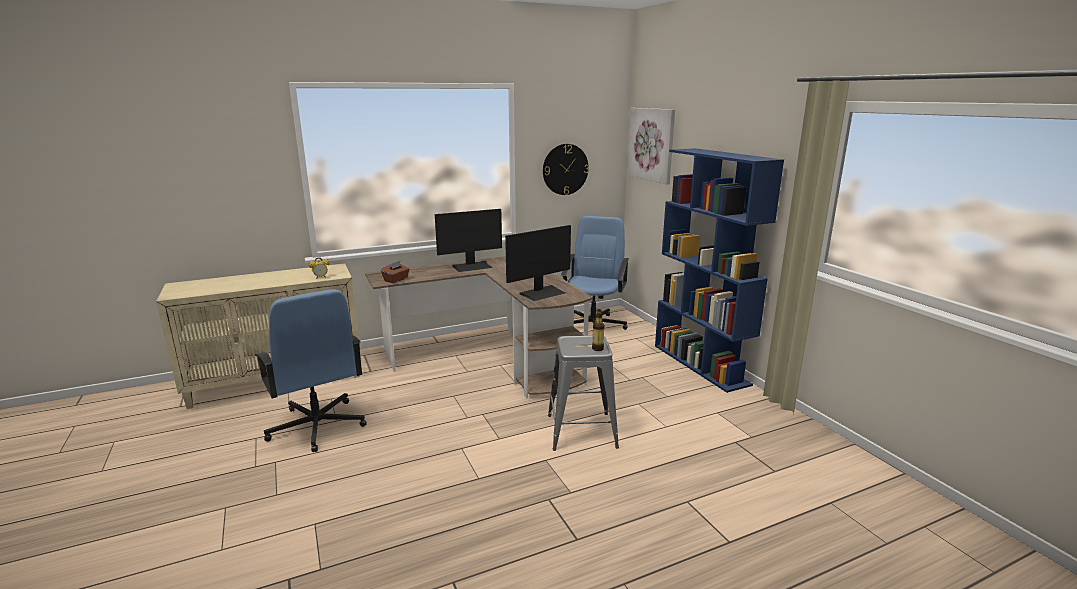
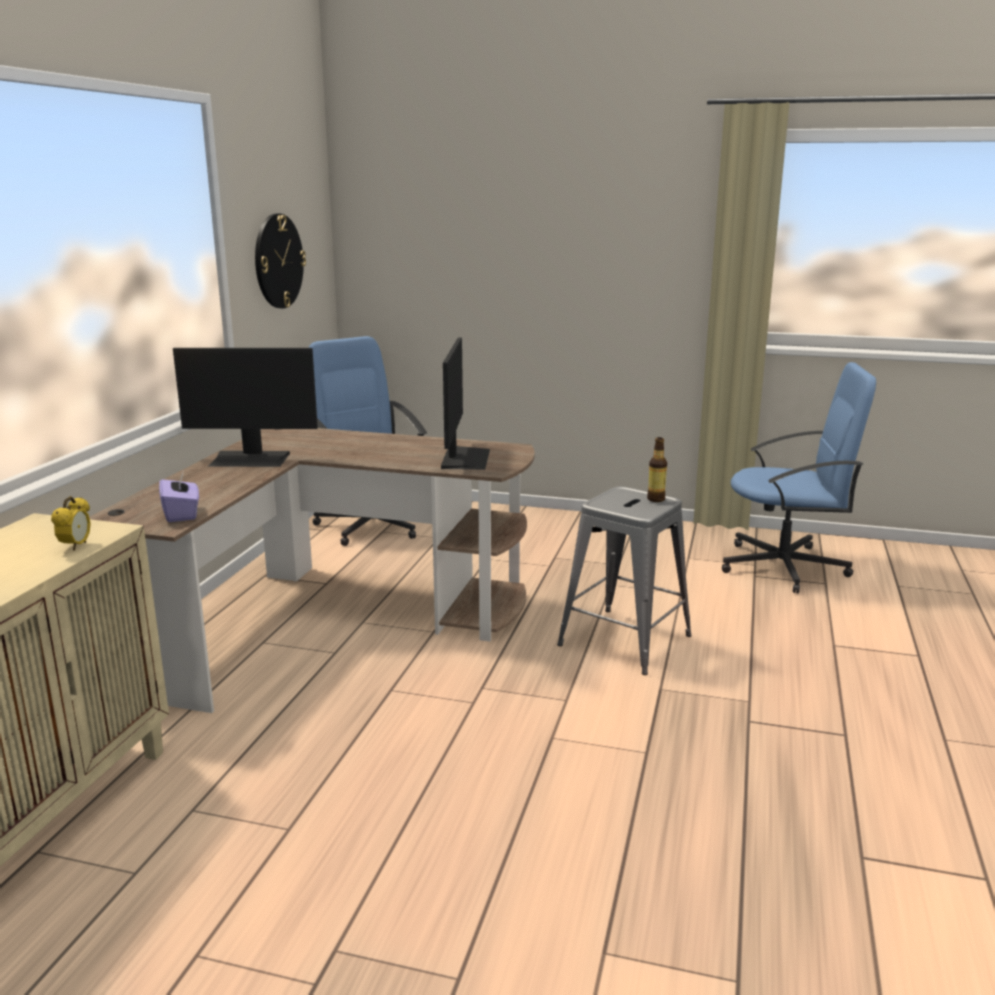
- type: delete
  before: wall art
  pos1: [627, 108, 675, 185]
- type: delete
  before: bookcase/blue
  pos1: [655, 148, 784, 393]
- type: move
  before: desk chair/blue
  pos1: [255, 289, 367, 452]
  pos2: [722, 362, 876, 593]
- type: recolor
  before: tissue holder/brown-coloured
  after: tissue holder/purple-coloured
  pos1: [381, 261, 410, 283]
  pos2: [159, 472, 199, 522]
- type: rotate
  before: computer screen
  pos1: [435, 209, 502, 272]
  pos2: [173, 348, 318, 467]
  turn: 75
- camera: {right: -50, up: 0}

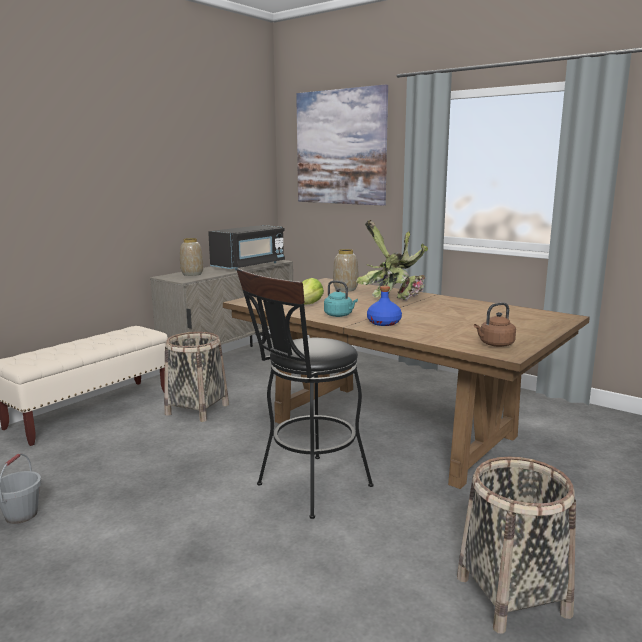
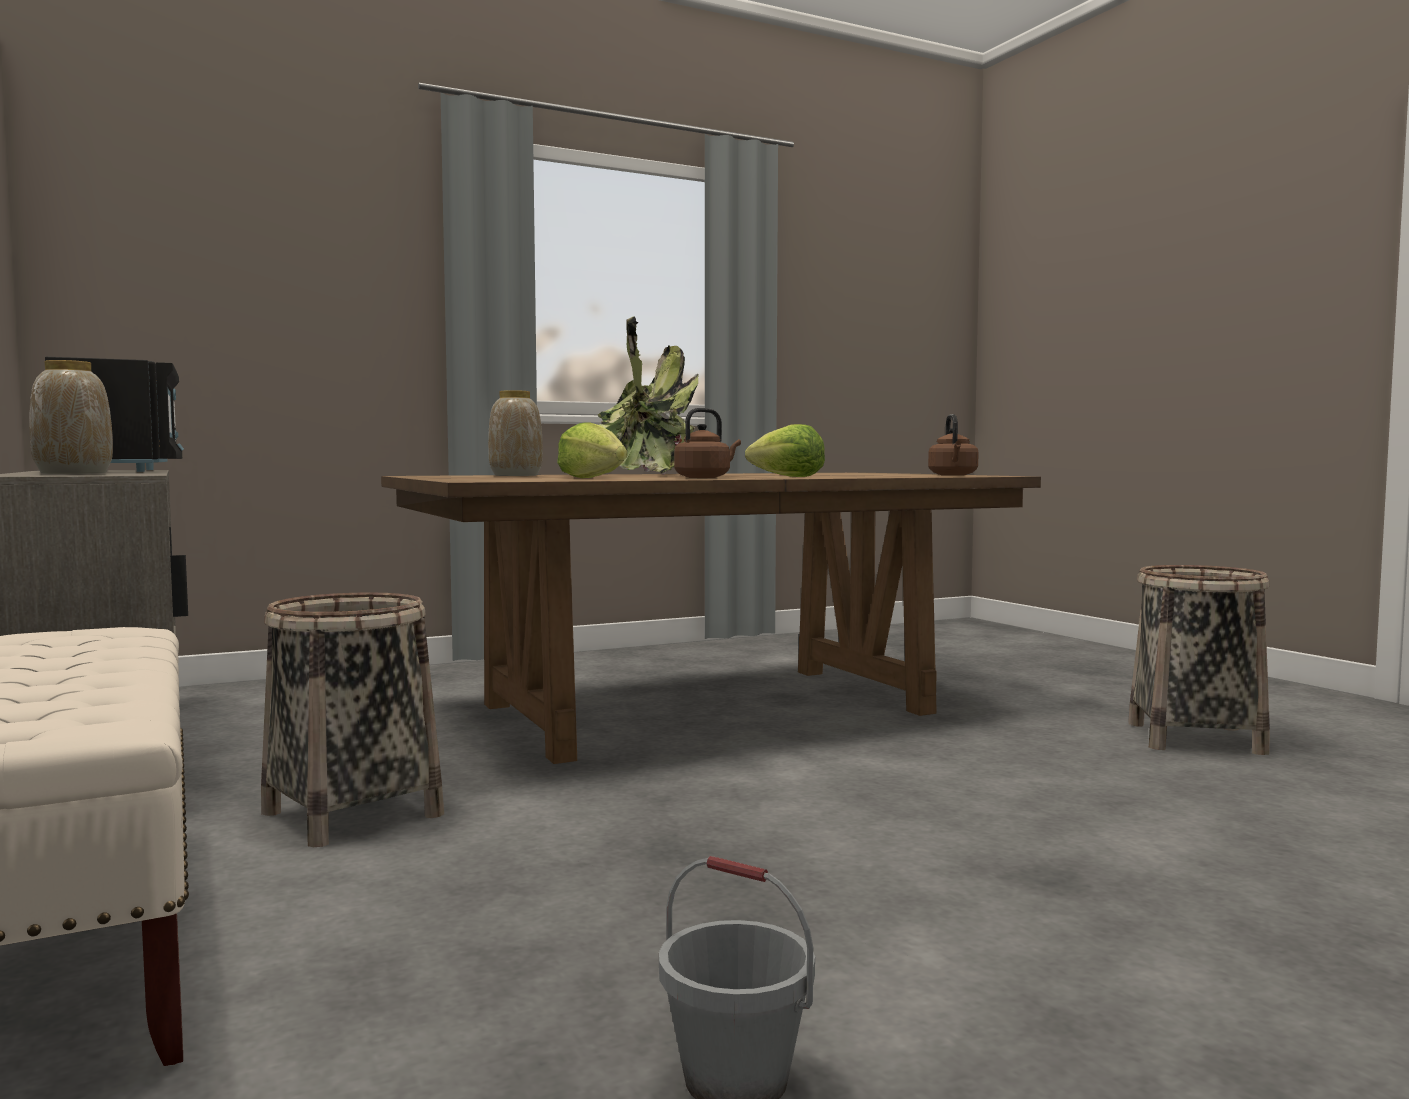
- type: delete
  before: stool/black
  pos1: [236, 269, 374, 519]
- type: delete
  before: wall art
  pos1: [296, 84, 388, 206]
- type: replace
  before: beverage bottle/blue
  after: lettuce head
  pos1: [367, 286, 402, 326]
  pos2: [745, 424, 825, 477]
- type: recolor
  before: tea kettle/turquoise-coloured
  after: tea kettle/brown-coloured
  pos1: [324, 280, 358, 317]
  pos2: [674, 408, 741, 478]
- camera: {right: -65, up: -10}

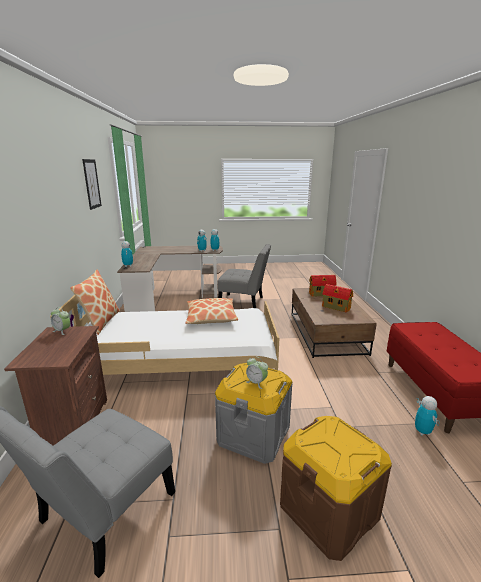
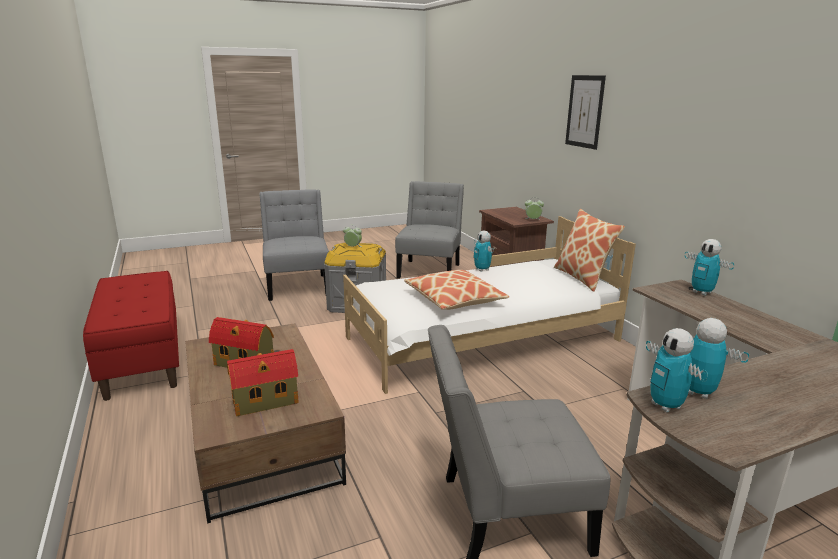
- type: move
  before: wall art
  pos1: [82, 159, 102, 210]
  pos2: [565, 75, 606, 150]
- type: move
  before: robot figure
  pos1: [415, 396, 440, 435]
  pos2: [473, 231, 494, 272]
- type: replace
  before: storage container/brown-coloured
  after: chair/greyish
  pos1: [280, 416, 392, 561]
  pos2: [259, 189, 329, 301]
- camera: {right: 160, up: 0}

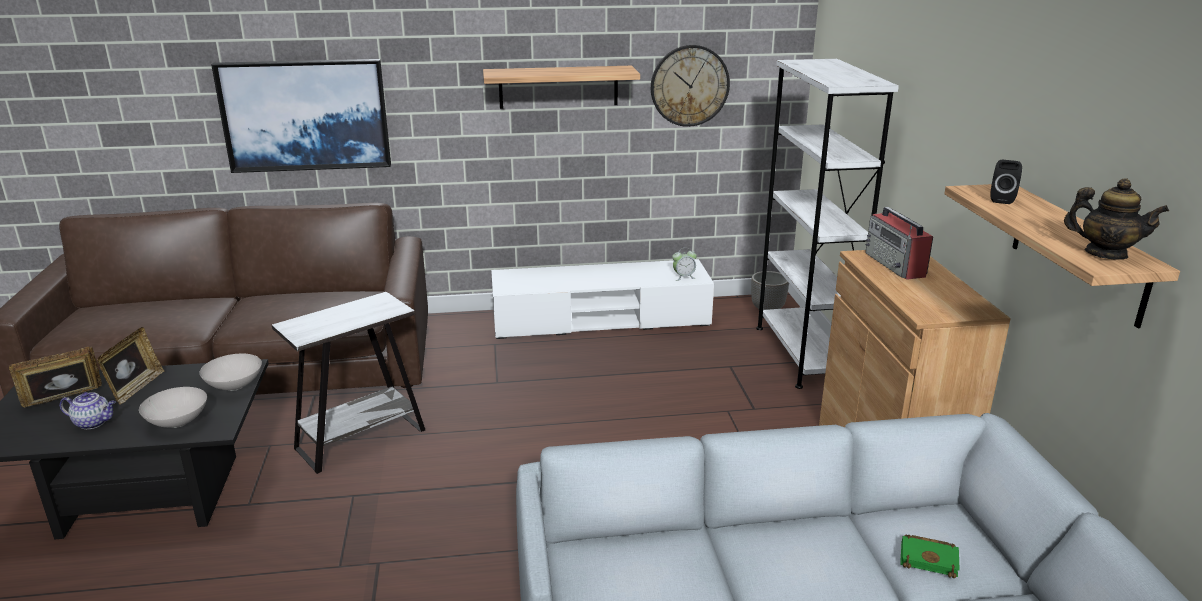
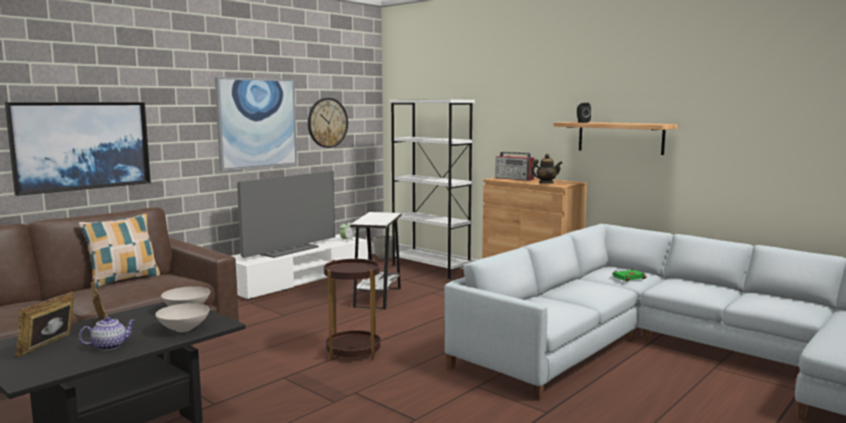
- type: insert
  after: cushion
  pos2: [79, 214, 160, 288]
- type: insert
  after: TV set
  pos2: [237, 171, 335, 258]
- type: insert
  after: accent table/brown-coloured
  pos2: [324, 259, 381, 361]
- type: move
  before: accent table/white-coloured
  pos1: [272, 292, 426, 474]
  pos2: [350, 212, 402, 309]
- type: move
  before: teapot
  pos1: [1064, 178, 1169, 260]
  pos2: [530, 154, 562, 184]
- type: replace
  before: wall shelf
  after: wall art
  pos1: [483, 66, 640, 109]
  pos2: [215, 77, 297, 171]
- camera: {right: -40, up: -15}

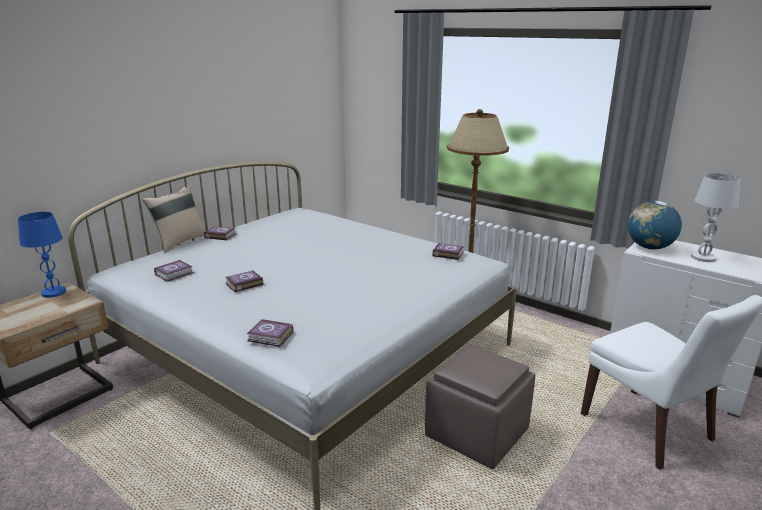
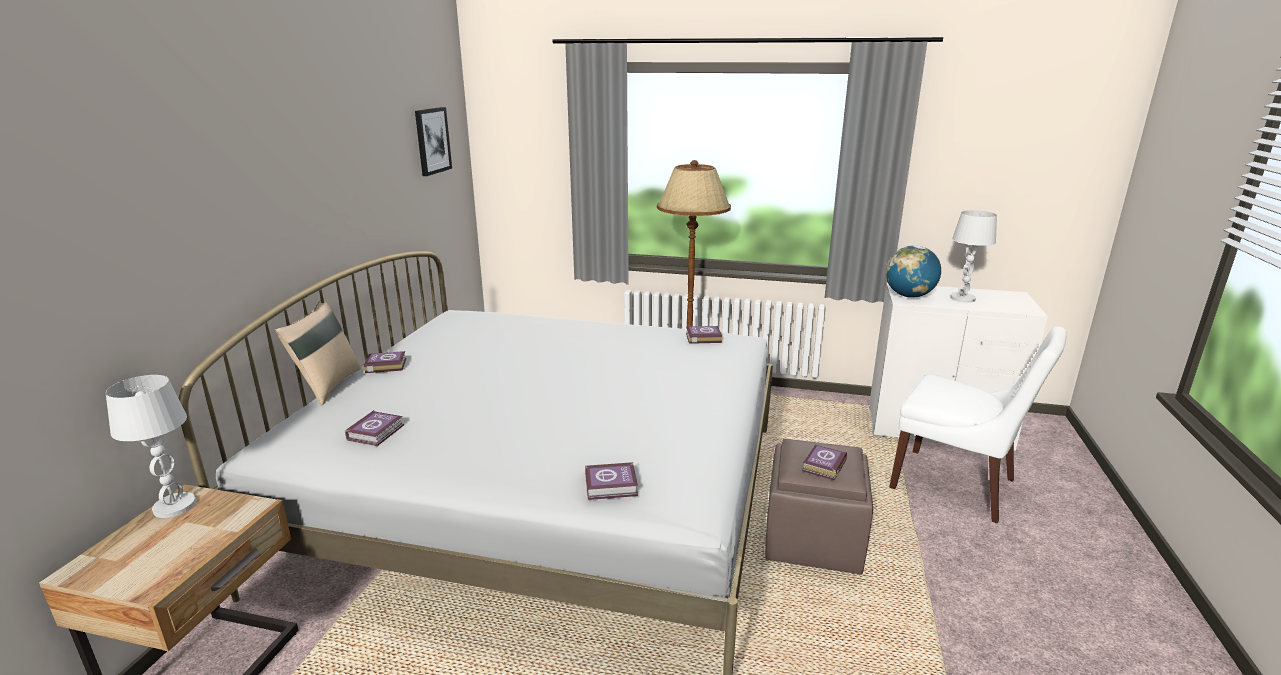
- type: insert
  after: wall art
  pos2: [415, 107, 452, 176]
- type: move
  before: book
  pos1: [225, 271, 263, 292]
  pos2: [802, 445, 847, 481]
- type: recolor
  before: lamp for a table/blue
  after: lamp for a table/white-coloured
  pos1: [18, 212, 66, 298]
  pos2: [106, 375, 196, 518]
- camera: {right: -25, up: 0}

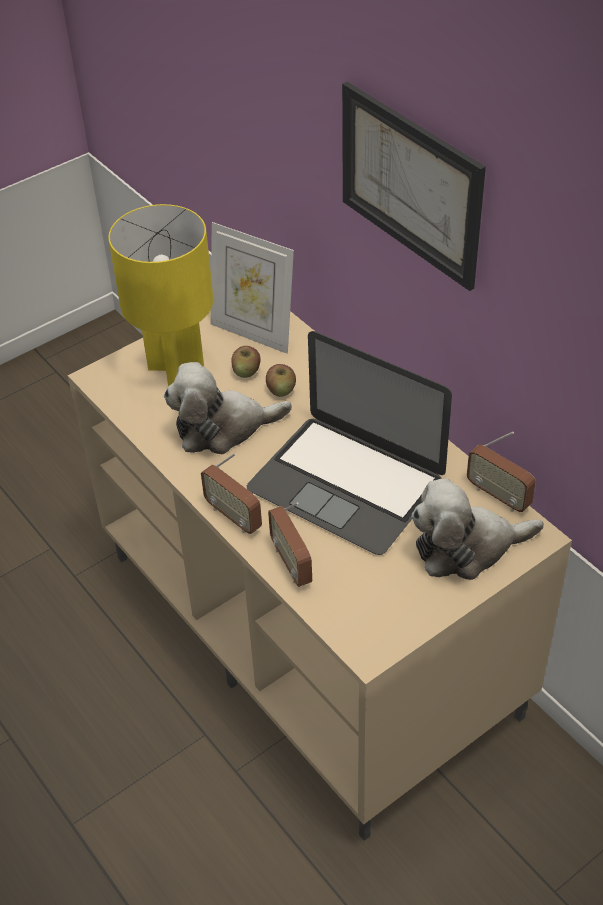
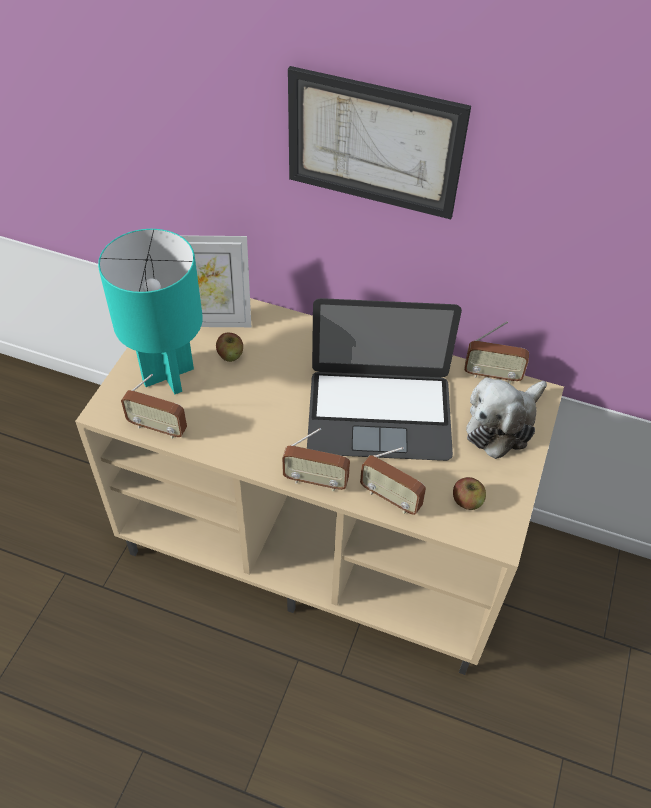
- type: delete
  before: plush toy
  pos1: [164, 362, 292, 454]
- type: insert
  after: radio
  pos2: [121, 374, 187, 439]
- type: move
  before: apple fruit
  pos1: [266, 364, 296, 397]
  pos2: [453, 477, 486, 510]
- type: recolor
  before: lamp for a table/yellowish
  after: lamp for a table/turquoise-coloured
  pos1: [108, 204, 213, 386]
  pos2: [98, 229, 203, 394]
- camera: {right: -35, up: 5}

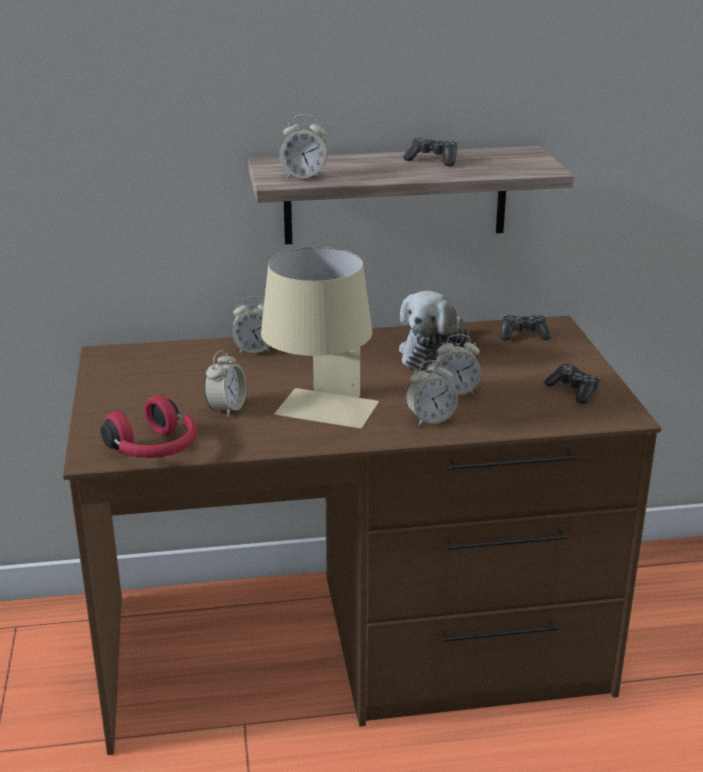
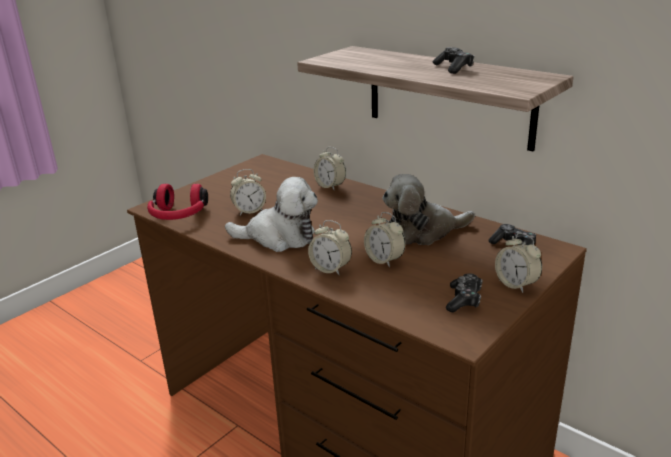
- type: move
  before: table clock
  pos1: [279, 114, 328, 179]
  pos2: [495, 233, 542, 293]
- type: replace
  before: lamp for a table/beige-coloured
  after: plush toy
  pos1: [261, 247, 379, 428]
  pos2: [225, 177, 318, 252]
- camera: {right: 50, up: 0}

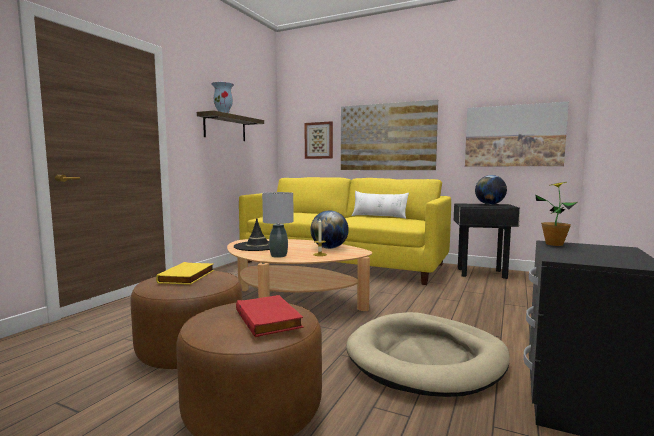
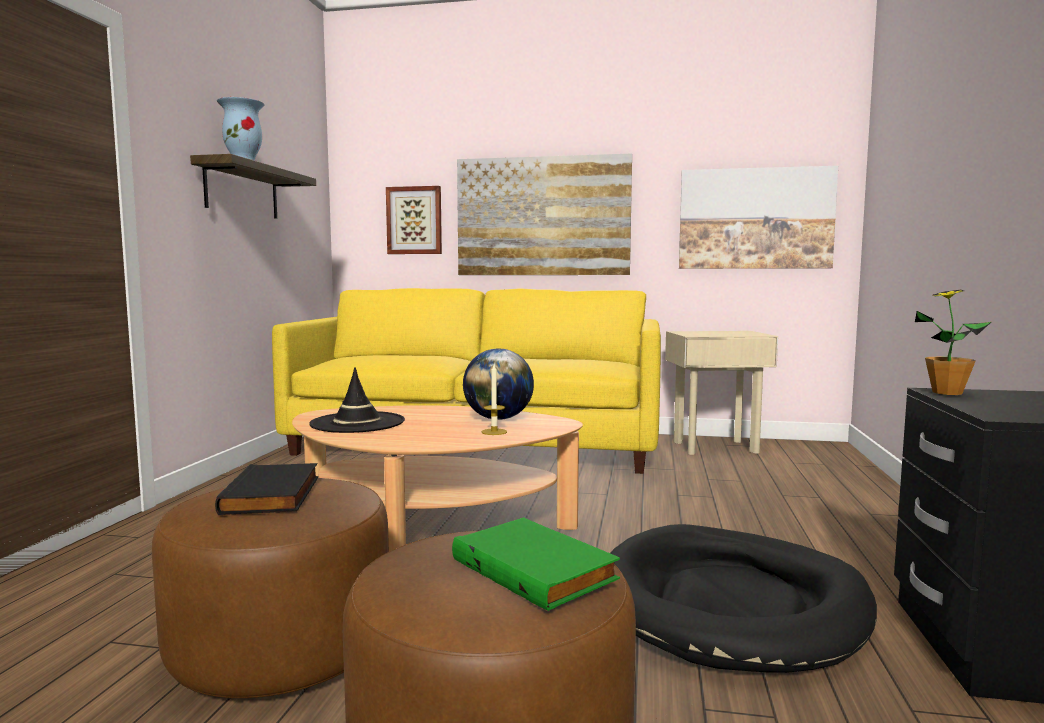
- type: delete
  before: lamp for a table/greyish
  pos1: [262, 192, 294, 258]
- type: delete
  before: cushion/white-coloured
  pos1: [352, 191, 409, 219]
- type: delete
  before: world globe
  pos1: [475, 175, 507, 205]
- type: recolor
  before: book/yellowish
  after: book/black
  pos1: [156, 262, 214, 285]
  pos2: [215, 463, 318, 515]
- type: recolor
  before: book/red
  after: book/green-coloured
  pos1: [236, 295, 303, 337]
  pos2: [452, 517, 620, 611]
- type: recolor
  before: dog bed/beige-coloured
  after: dog bed/black
  pos1: [346, 312, 510, 397]
  pos2: [610, 524, 877, 673]
- type: recolor
  before: accent table/black
  after: accent table/beige-coloured
  pos1: [454, 203, 520, 279]
  pos2: [665, 331, 778, 455]
- camera: {right: -15, up: 0}

